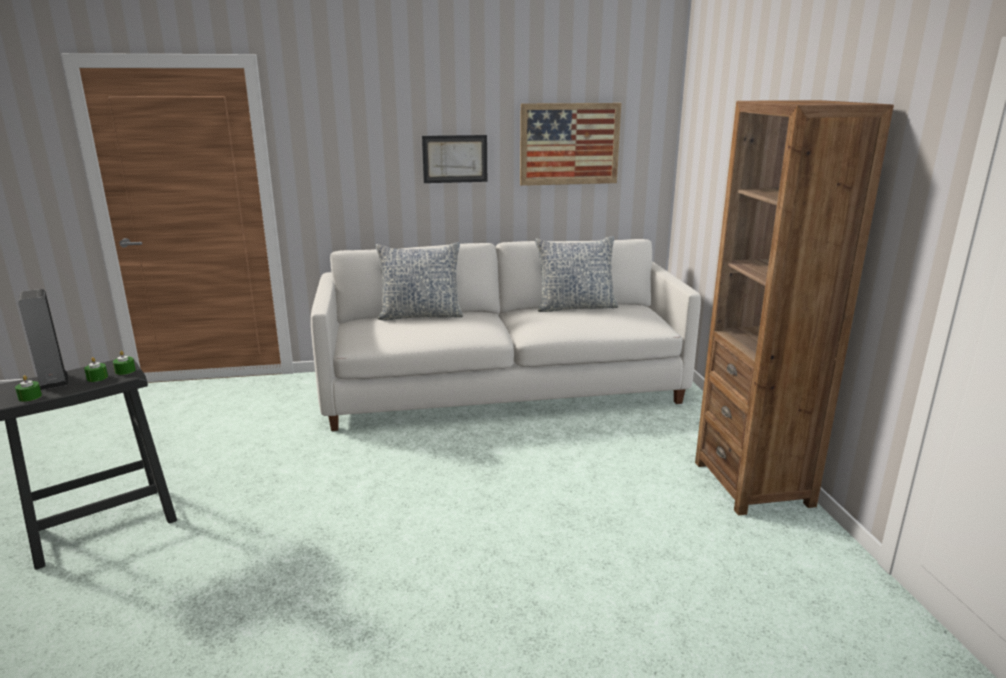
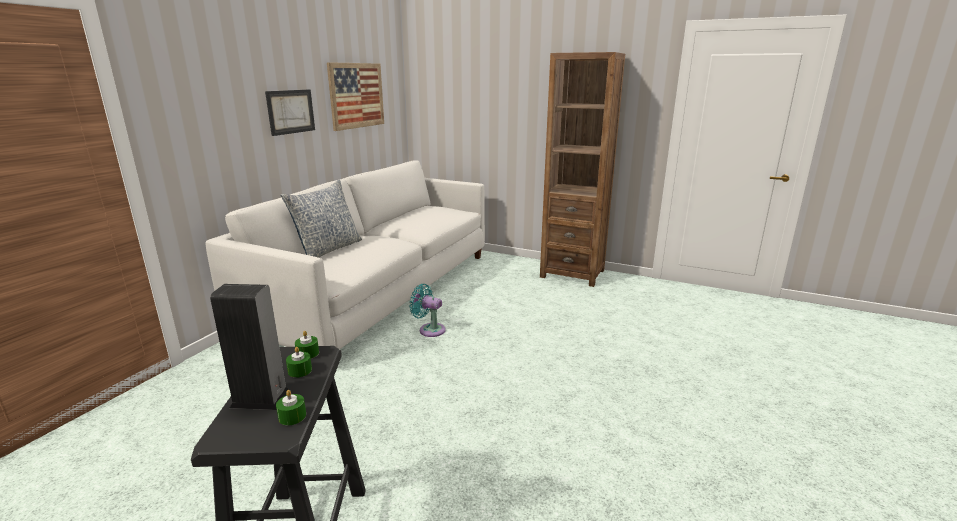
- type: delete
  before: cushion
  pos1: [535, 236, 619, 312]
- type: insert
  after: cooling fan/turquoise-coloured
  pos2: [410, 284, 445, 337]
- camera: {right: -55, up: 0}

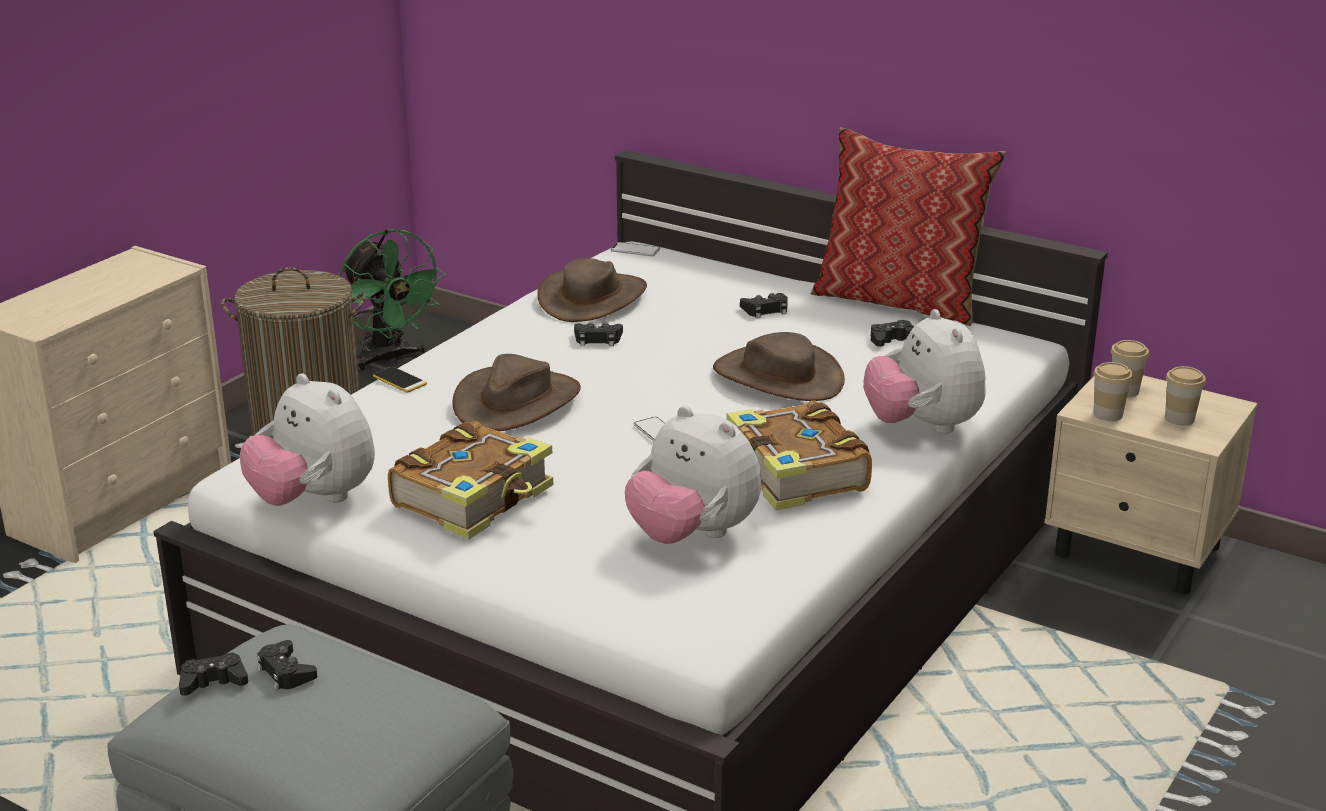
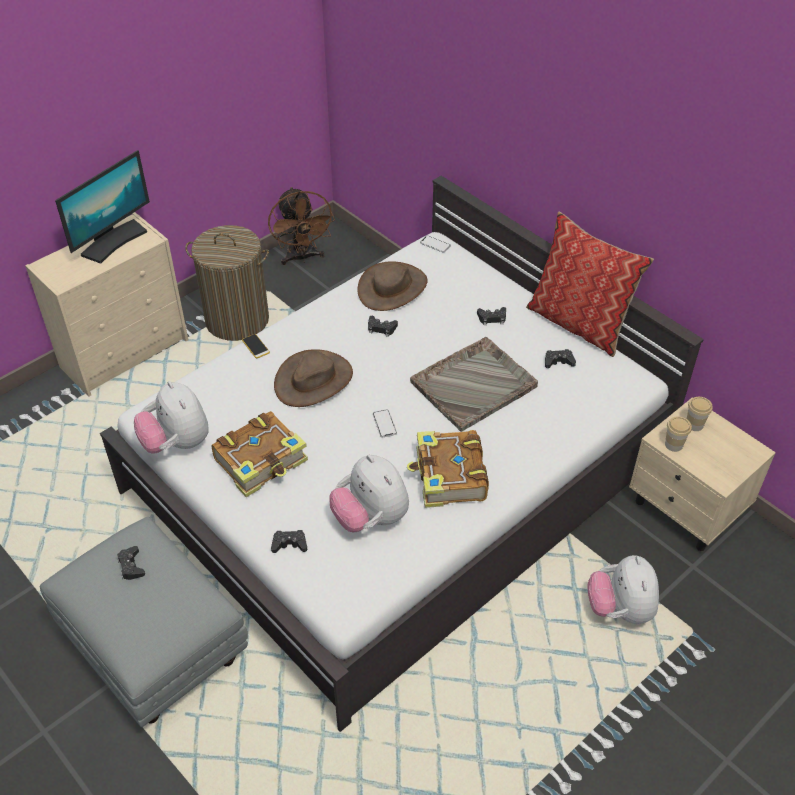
- type: delete
  before: small cup
  pos1: [1165, 366, 1206, 426]
- type: insert
  after: computer screen
  pos2: [55, 150, 150, 264]
- type: move
  before: joypad/black
  pos1: [179, 652, 248, 696]
  pos2: [271, 530, 307, 553]
- type: move
  before: plush toy
  pos1: [863, 309, 986, 434]
  pos2: [587, 555, 659, 624]
- type: replace
  before: clothing hat/brown-coloured
  after: tray/greyish
  pos1: [713, 332, 845, 401]
  pos2: [410, 337, 538, 432]
- type: recolor
  before: cooling fan/green-coloured
  after: cooling fan/brown-coloured
  pos1: [339, 229, 446, 371]
  pos2: [268, 187, 335, 265]
- camera: {right: 15, up: 20}

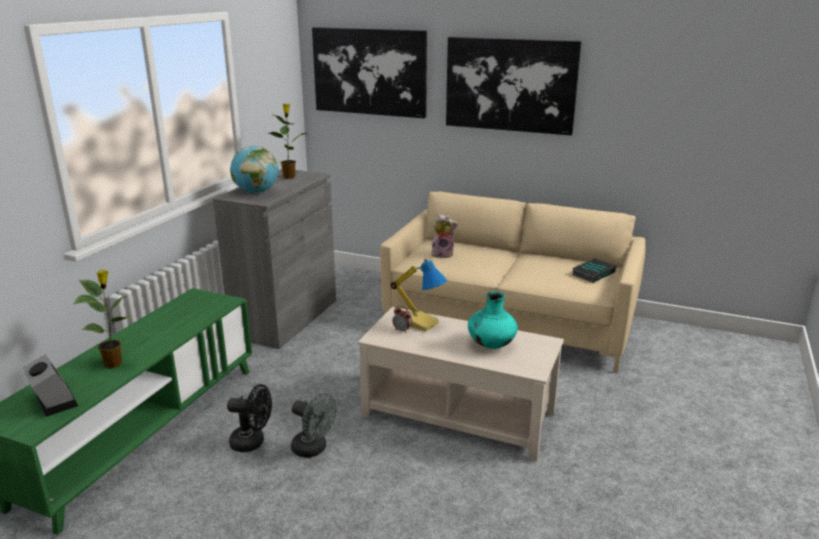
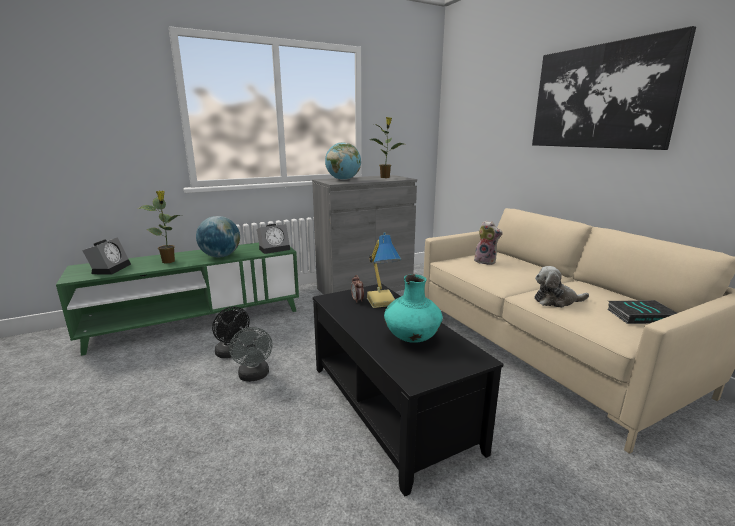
- type: delete
  before: wall art
  pos1: [312, 27, 427, 118]
- type: insert
  after: world globe
  pos2: [196, 216, 240, 258]
- type: insert
  after: table clock
  pos2: [257, 224, 290, 254]
- type: insert
  after: plush toy
  pos2: [534, 266, 589, 308]
- type: recolor
  before: coffee table/beige-coloured
  after: coffee table/black
  pos1: [358, 307, 564, 462]
  pos2: [313, 283, 504, 497]
- camera: {right: 40, up: -5}

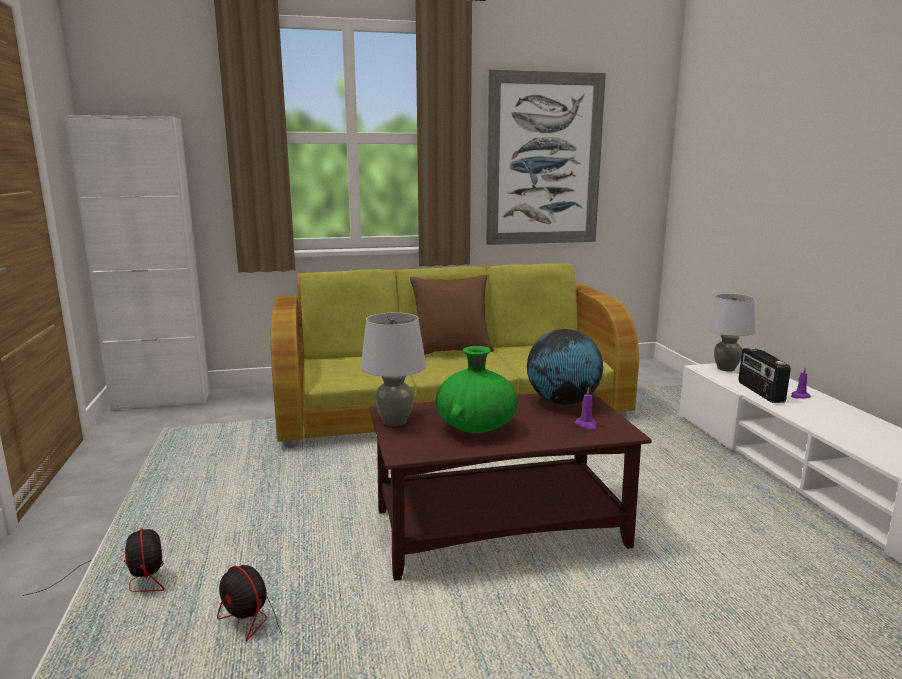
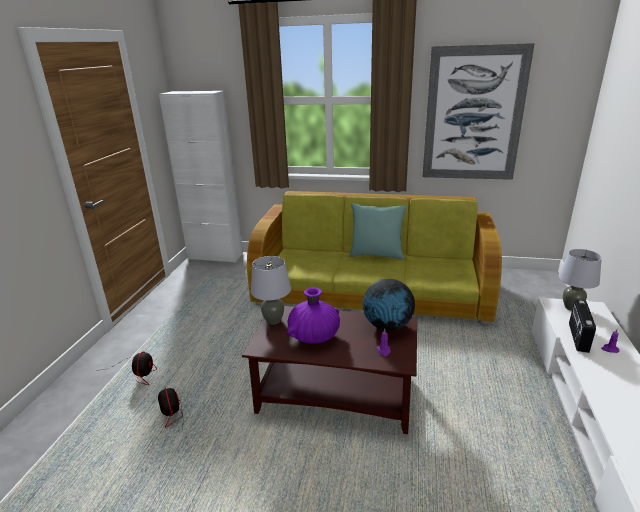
- type: recolor
  before: cushion/brown-coloured
  after: cushion/turquoise-coloured
  pos1: [410, 275, 494, 355]
  pos2: [349, 203, 407, 260]
- type: recolor
  before: decorative vase/green-coloured
  after: decorative vase/purple-coloured
  pos1: [435, 346, 518, 433]
  pos2: [287, 288, 340, 344]
- camera: {right: 25, up: 10}

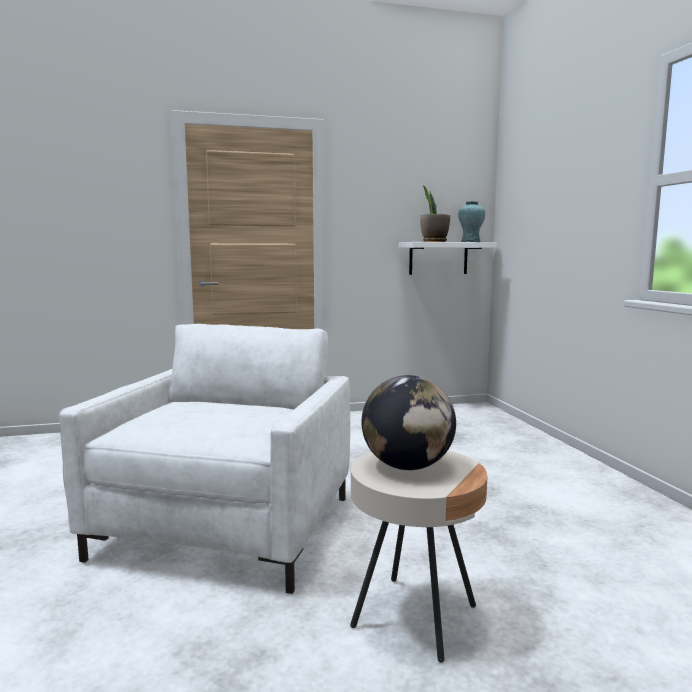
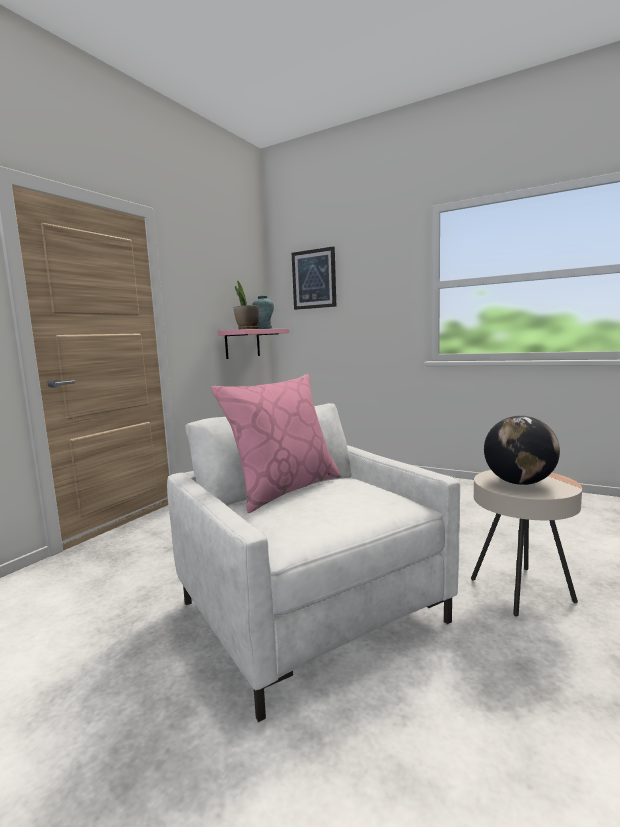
- type: insert
  after: cushion/pink
  pos2: [211, 374, 341, 513]
- type: insert
  after: wall art
  pos2: [292, 246, 336, 310]
- type: recolor
  before: wall shelf/white-coloured
  after: wall shelf/pink
  pos1: [399, 242, 497, 275]
  pos2: [217, 329, 289, 359]
- camera: {right: -45, up: 0}

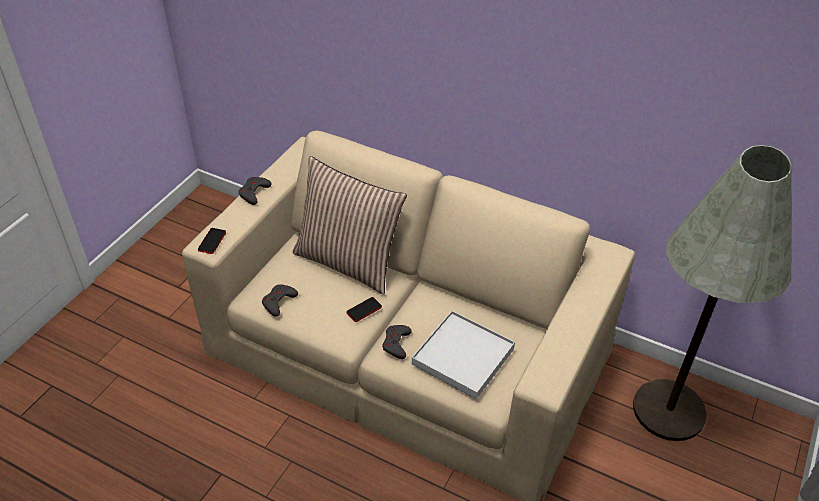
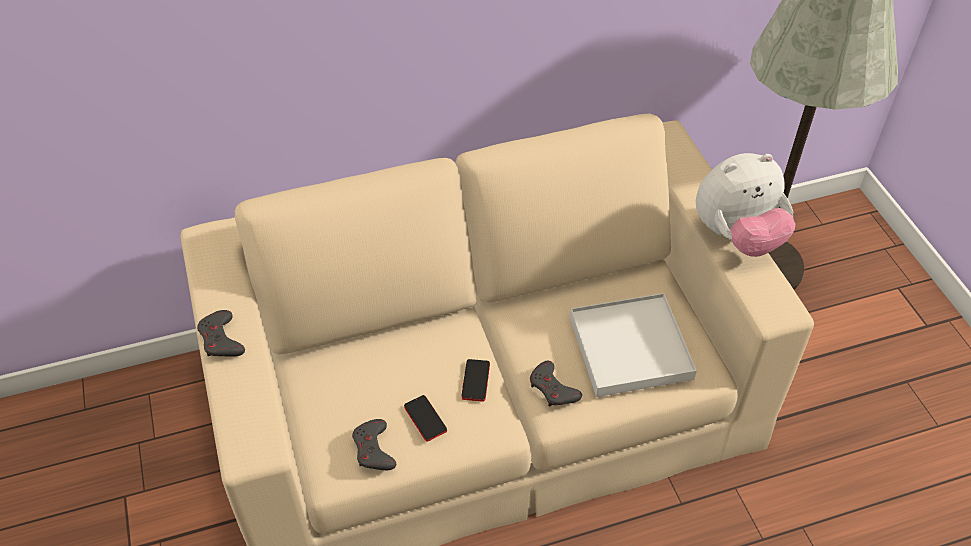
- type: delete
  before: cushion
  pos1: [293, 156, 407, 295]
- type: insert
  after: plush toy
  pos2: [696, 153, 795, 257]
- type: move
  before: telephone
  pos1: [198, 228, 226, 254]
  pos2: [404, 395, 447, 442]
- camera: {right: -45, up: 5}

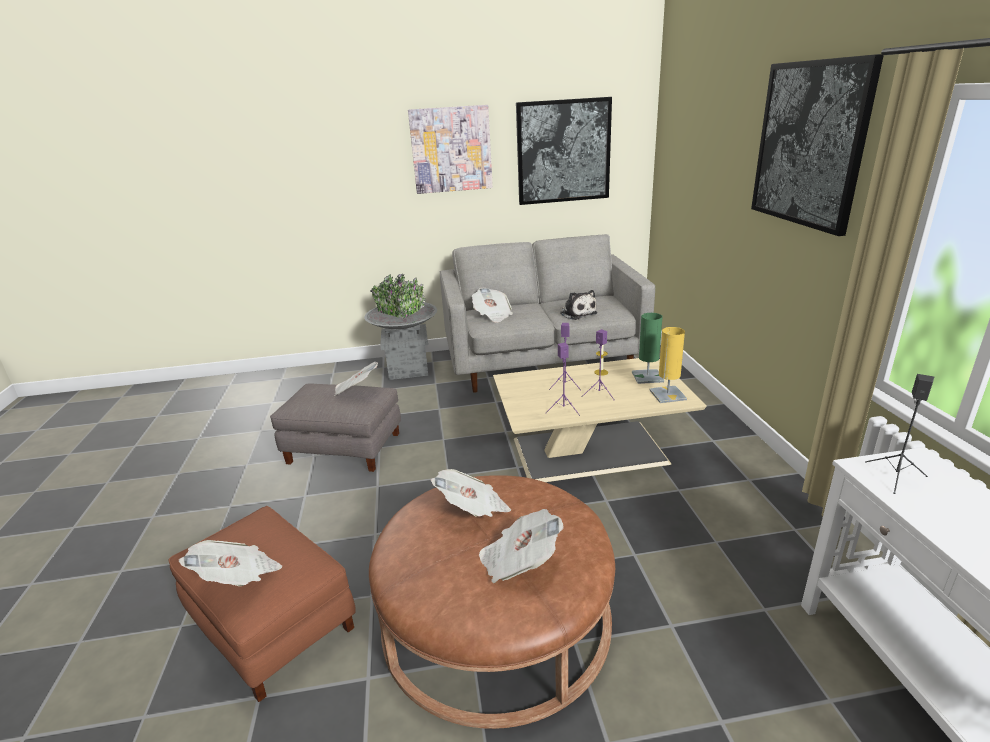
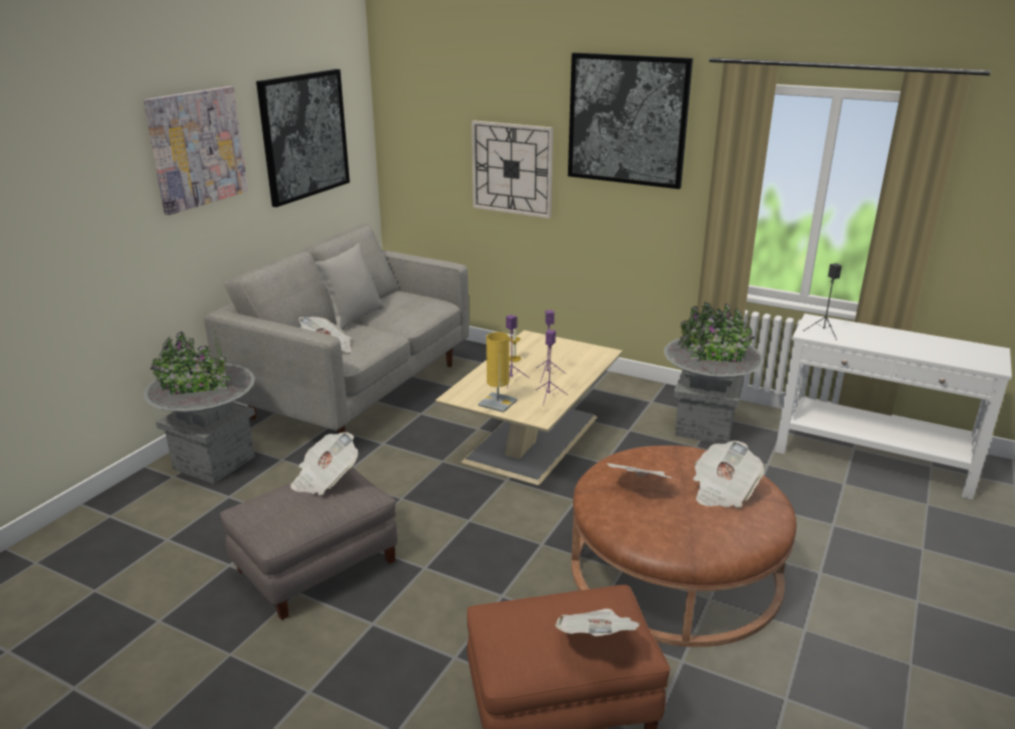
- type: delete
  before: plush toy
  pos1: [560, 290, 597, 320]
- type: delete
  before: lamp for a table/green-coloured
  pos1: [632, 313, 664, 384]
- type: insert
  after: cushion/greyish
  pos2: [315, 243, 384, 331]
- type: insert
  after: hanging clock
  pos2: [471, 120, 553, 218]
- type: insert
  after: planter/greyish
  pos2: [664, 302, 764, 444]
- type: move
  before: lamp for a table/yellowish
  pos1: [649, 327, 687, 403]
  pos2: [478, 332, 518, 413]
- camera: {right: -55, up: 0}

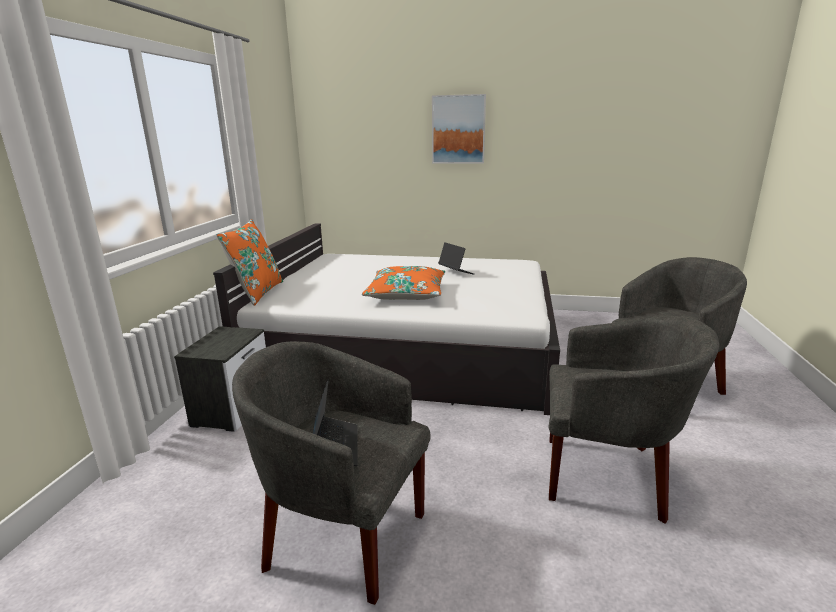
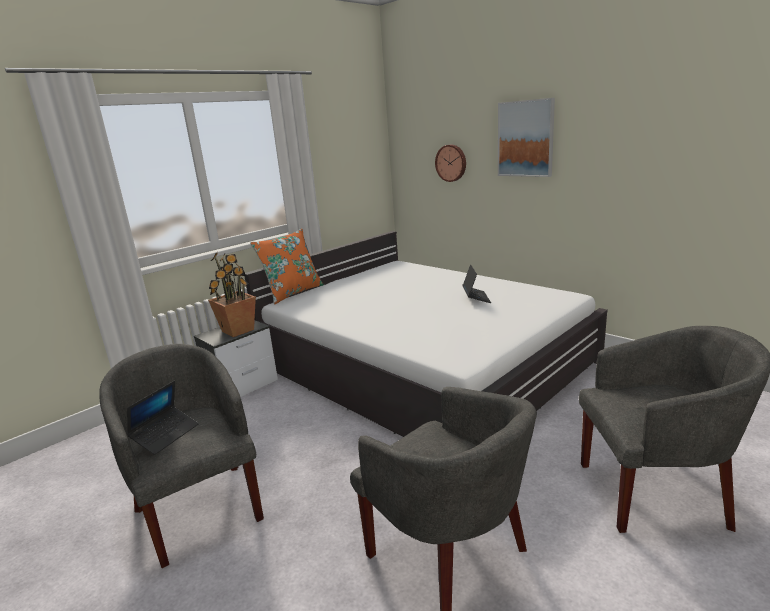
- type: delete
  before: cushion/orange
  pos1: [362, 266, 445, 300]
- type: insert
  after: houseplant
  pos2: [208, 252, 256, 337]
- type: insert
  after: hanging clock
  pos2: [435, 145, 466, 182]
- camera: {right: 35, up: 0}

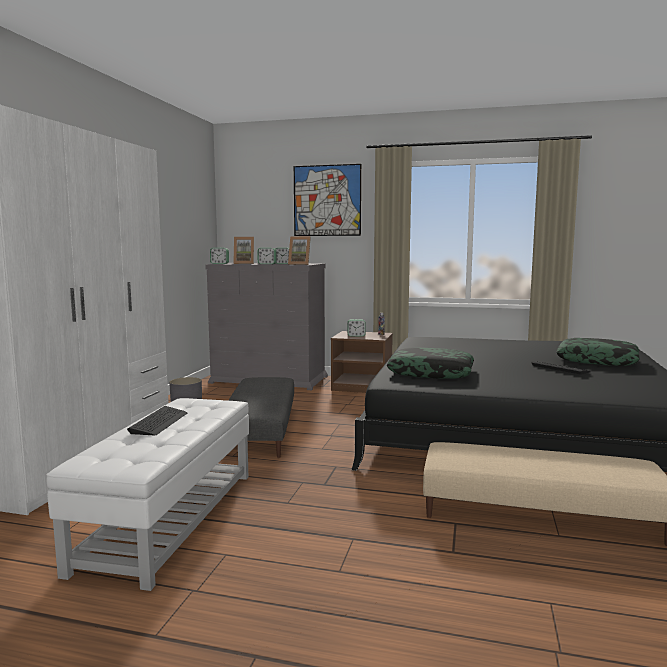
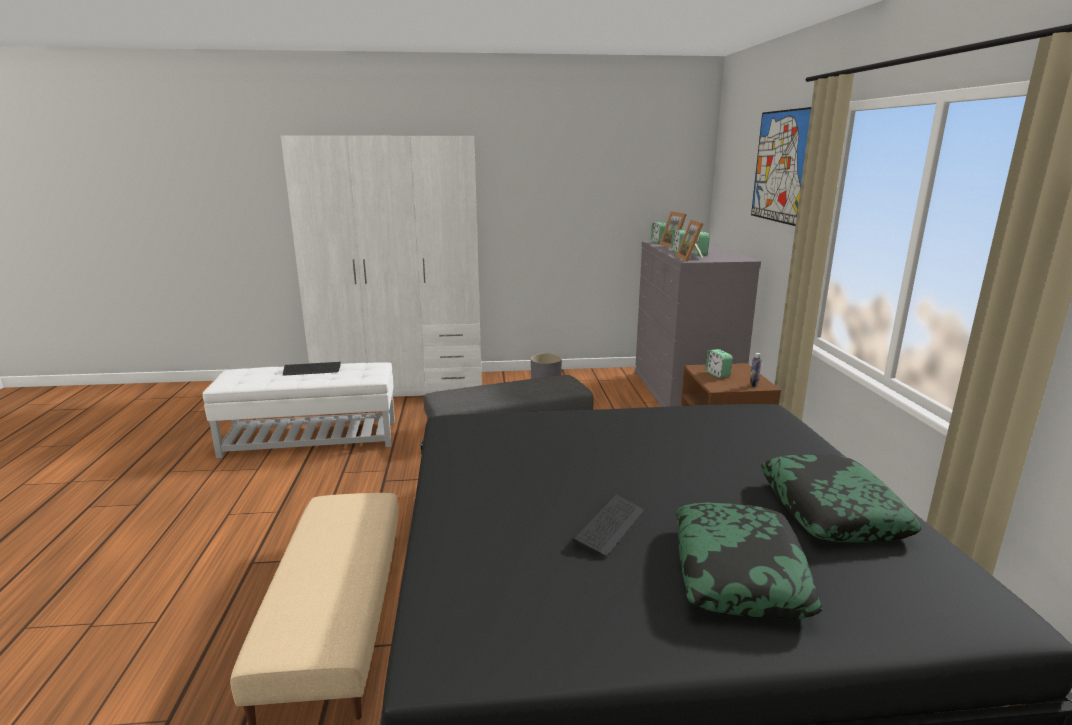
- type: move
  before: cushion
  pos1: [387, 348, 474, 379]
  pos2: [761, 454, 922, 542]
- camera: {right: 70, up: 10}

